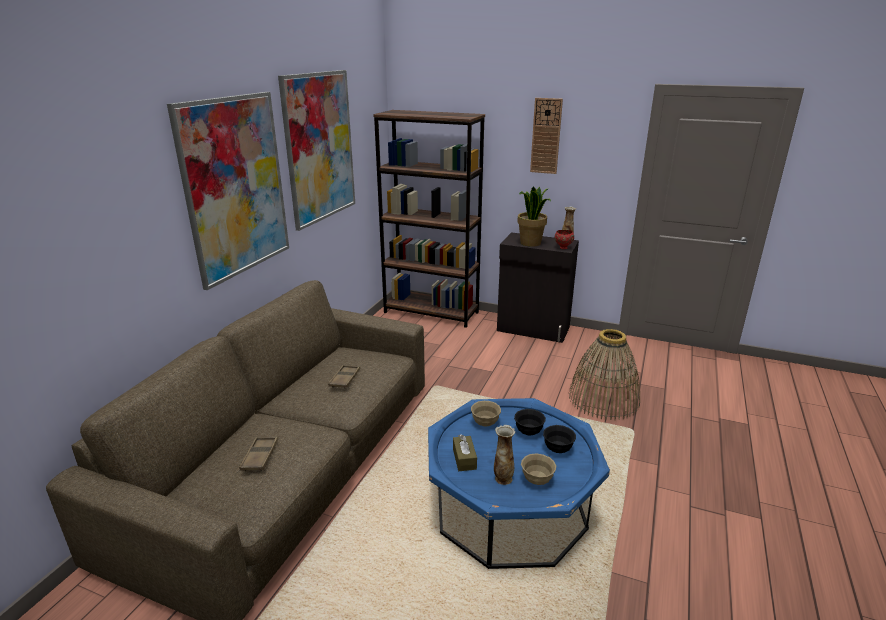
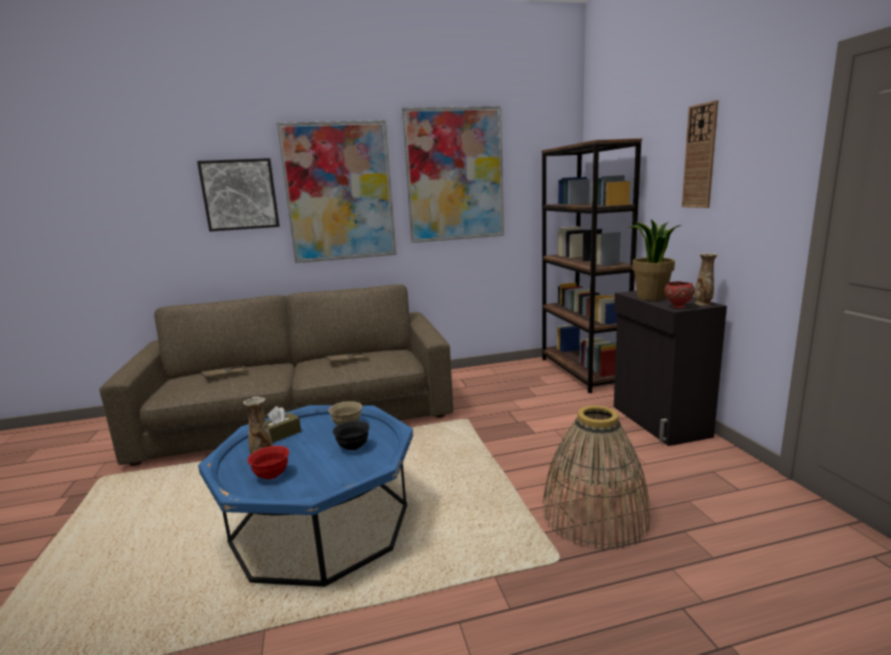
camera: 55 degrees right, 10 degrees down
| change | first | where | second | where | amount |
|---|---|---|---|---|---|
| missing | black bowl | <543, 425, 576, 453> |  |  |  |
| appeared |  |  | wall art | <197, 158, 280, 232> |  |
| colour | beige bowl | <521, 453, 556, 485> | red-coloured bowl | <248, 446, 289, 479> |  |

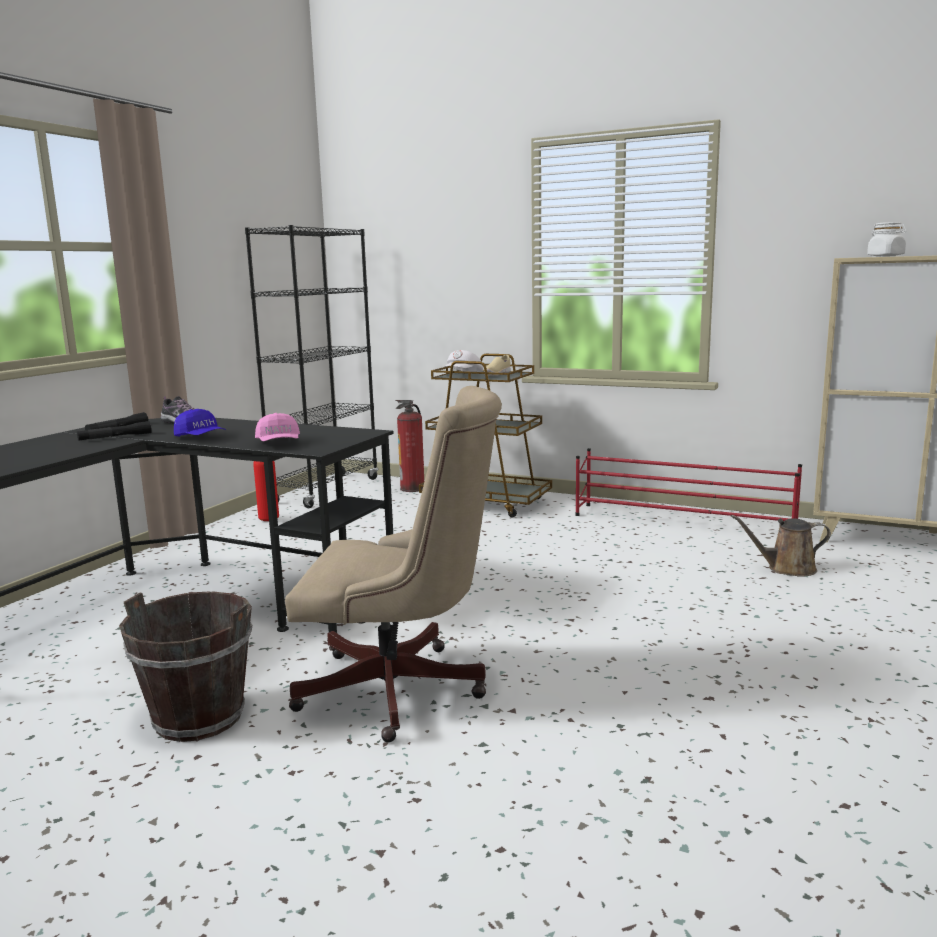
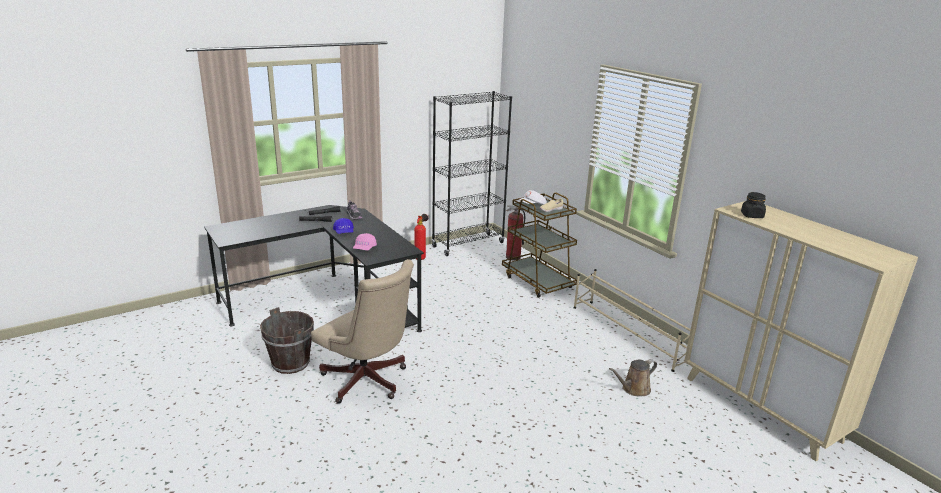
camera: 30 degrees right, 10 degrees up
| change | first | where | second | where | amount |
|---|---|---|---|---|---|
| colour | red-coloured shoe rack | <575, 448, 802, 521> | beige shoe rack | <574, 269, 691, 372> |  |
| colour | white storage jar | <867, 222, 907, 257> | black storage jar | <741, 192, 766, 218> |  |
| spun | brownish watering pot | <731, 515, 831, 577> |  | <609, 359, 657, 396> | 60 degrees counterclockwise |

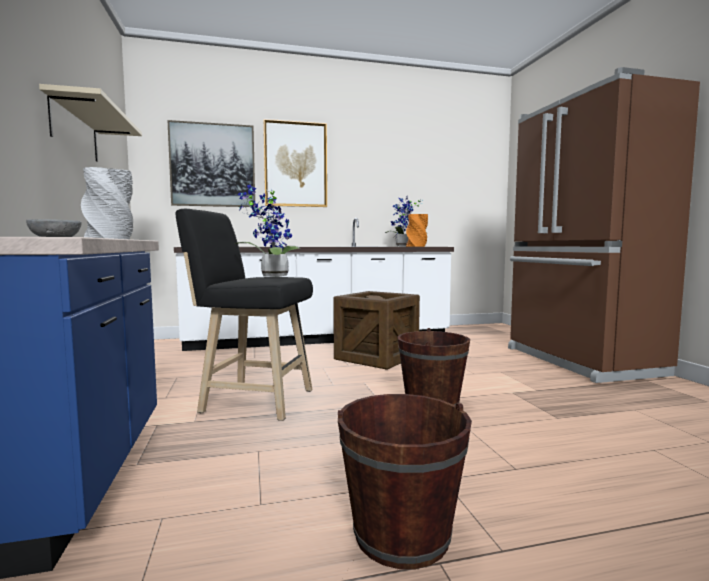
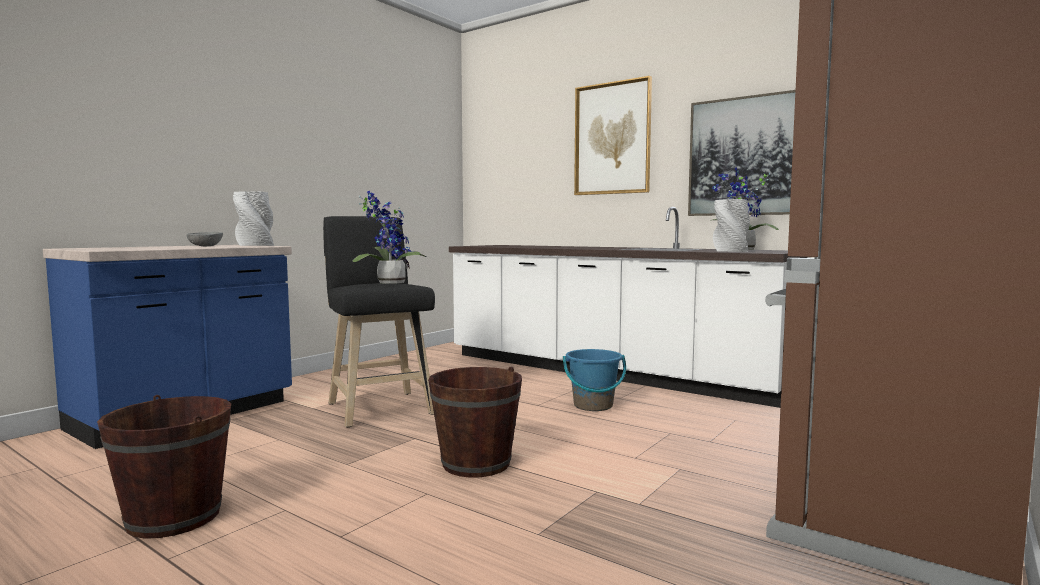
camera: 50 degrees right, 0 degrees up
| change | first | where | second | where | amount |
|---|---|---|---|---|---|
| missing | beige shelf | <39, 84, 142, 162> |  |  |  |
| relocated | wall art | <167, 120, 255, 207> |  | <688, 90, 796, 216> |  |
| exchanged | packing crate | <333, 291, 420, 370> | bluish bucket | <563, 349, 626, 411> |  |
| colour | orangey vase | <406, 214, 428, 247> | grey vase | <713, 199, 750, 252> |  |

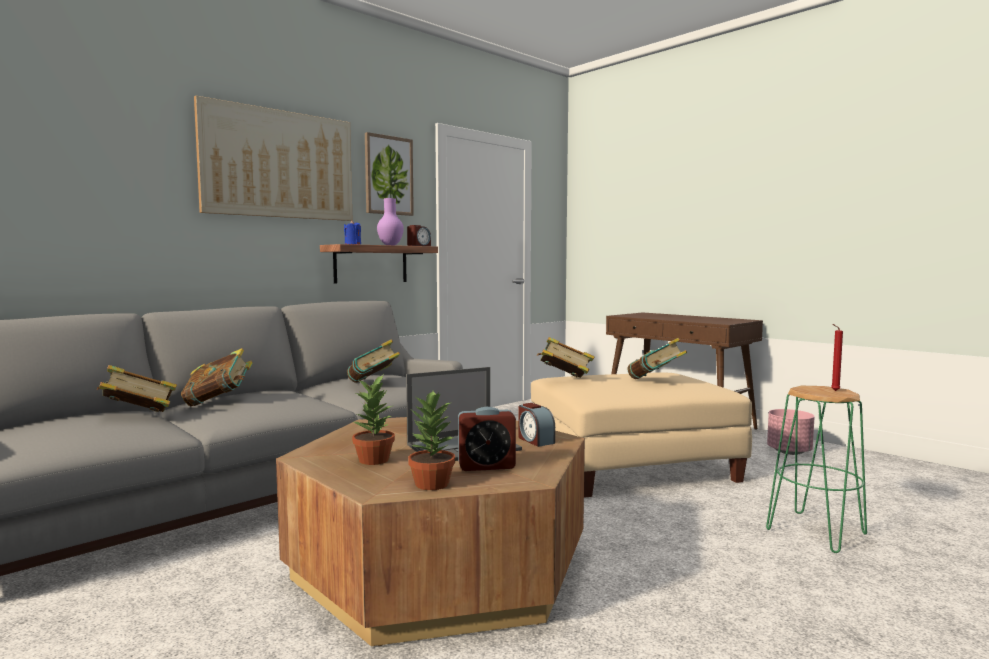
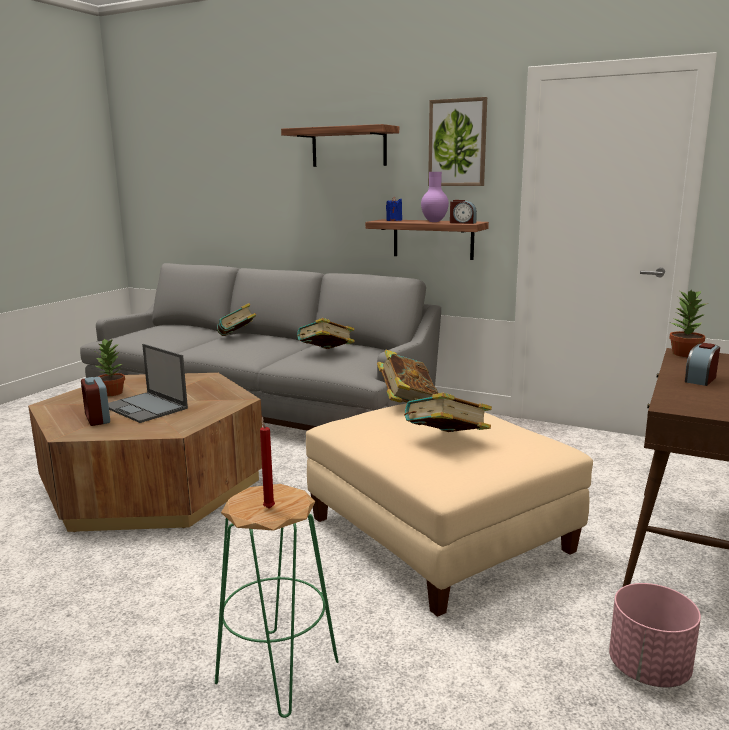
camera: 70 degrees right, 10 degrees up
| change | first | where | second | where | amount |
|---|---|---|---|---|---|
| missing | bound book | <97, 365, 177, 412> |  |  |  |
| relocated | houseplant | <408, 391, 455, 490> |  | <669, 290, 708, 357> |  |
| relocated | table clock | <518, 403, 555, 447> |  | <685, 343, 720, 386> |  |
| exchanged | wall art | <194, 96, 353, 221> | shelf | <281, 124, 399, 167> |  |

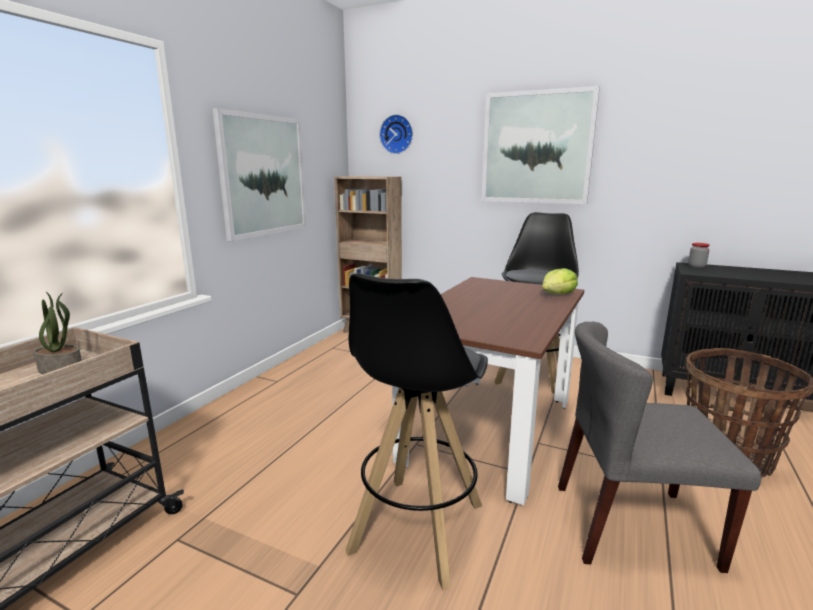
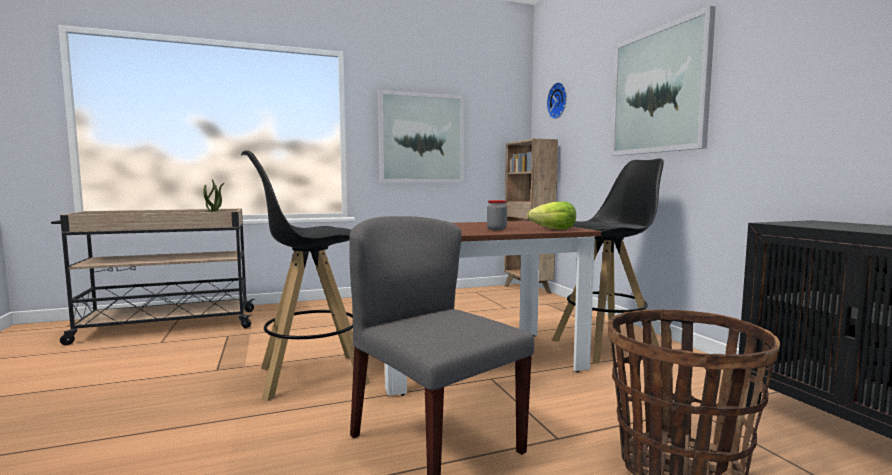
camera: 45 degrees right, 10 degrees down
| change | first | where | second | where | amount |
|---|---|---|---|---|---|
| relocated | storage jar | <688, 243, 710, 268> |  | <487, 200, 507, 230> |  |

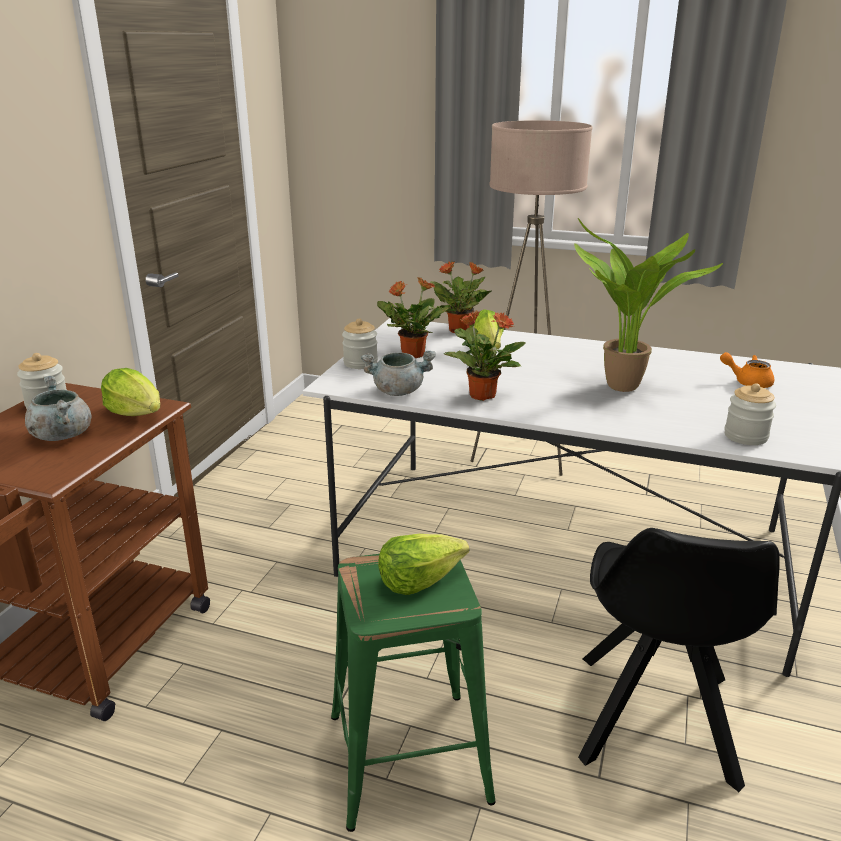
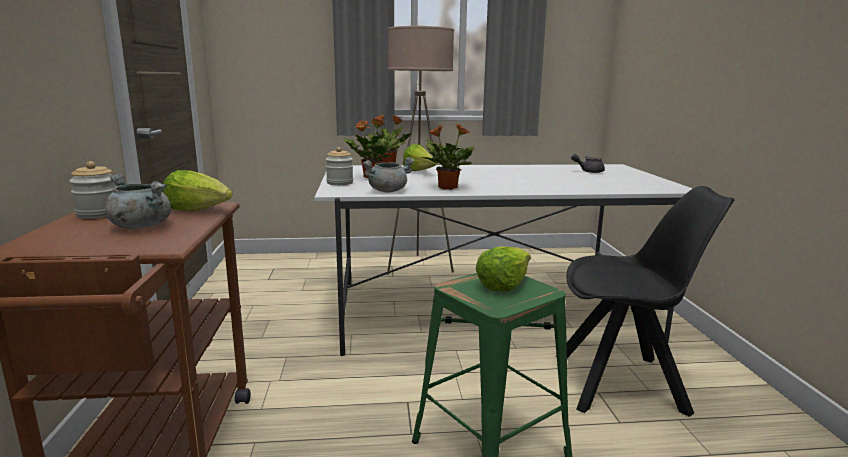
camera: 25 degrees left, 10 degrees down
| change | first | where | second | where | amount |
|---|---|---|---|---|---|
| missing | houseplant | <574, 218, 723, 392> |  |  |  |
| missing | storage jar | <724, 383, 776, 445> |  |  |  |
| colour | orangey tea pot | <720, 352, 774, 388> | grey tea pot | <571, 154, 605, 173> |  |
| spun | black plain chair | <578, 528, 780, 792> |  | <556, 186, 735, 417> | 75 degrees counterclockwise |

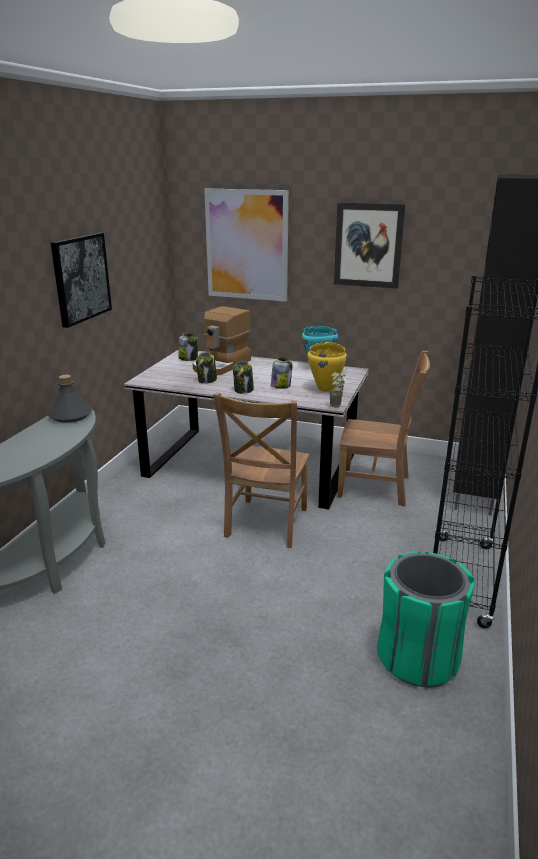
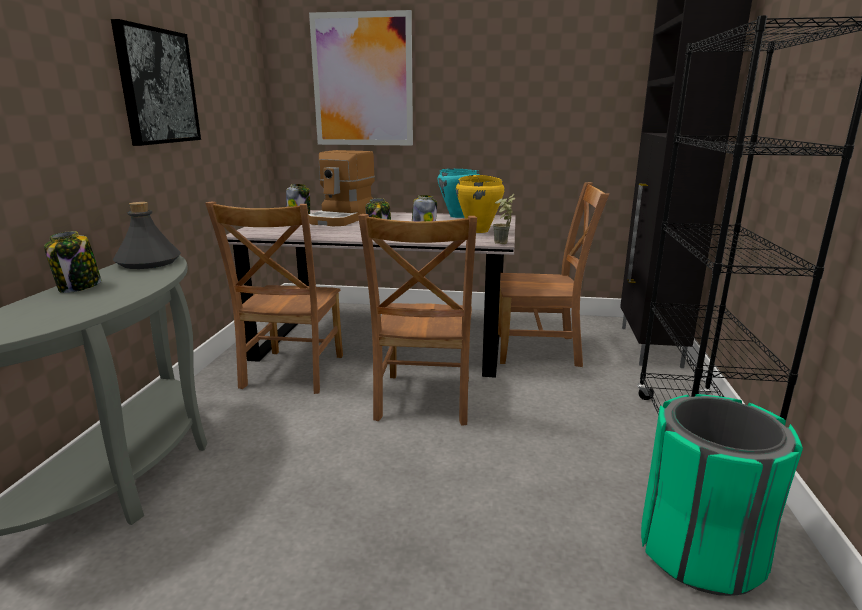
camera: 10 degrees left, 5 degrees down
| change | first | where | second | where | amount |
|---|---|---|---|---|---|
| missing | wall art | <334, 202, 406, 289> |  |  |  |
| appeared |  |  | brownish plain chair | <205, 202, 343, 394> |  |
| relocated | storage jar | <196, 352, 217, 384> |  | <44, 231, 102, 293> |  |

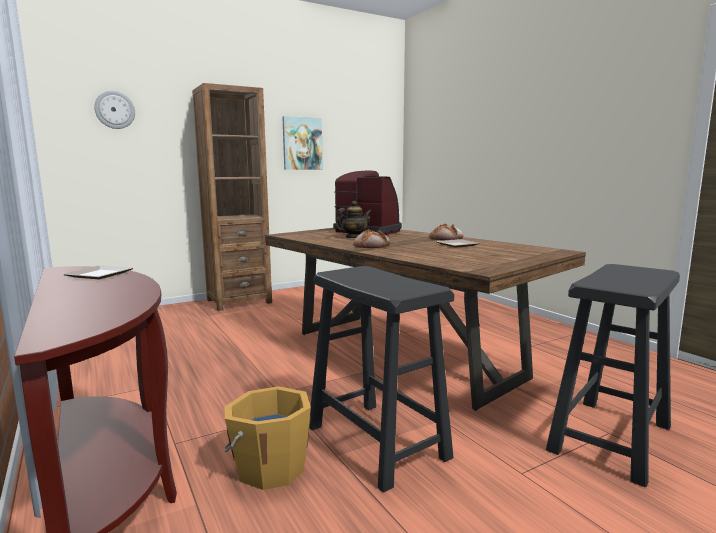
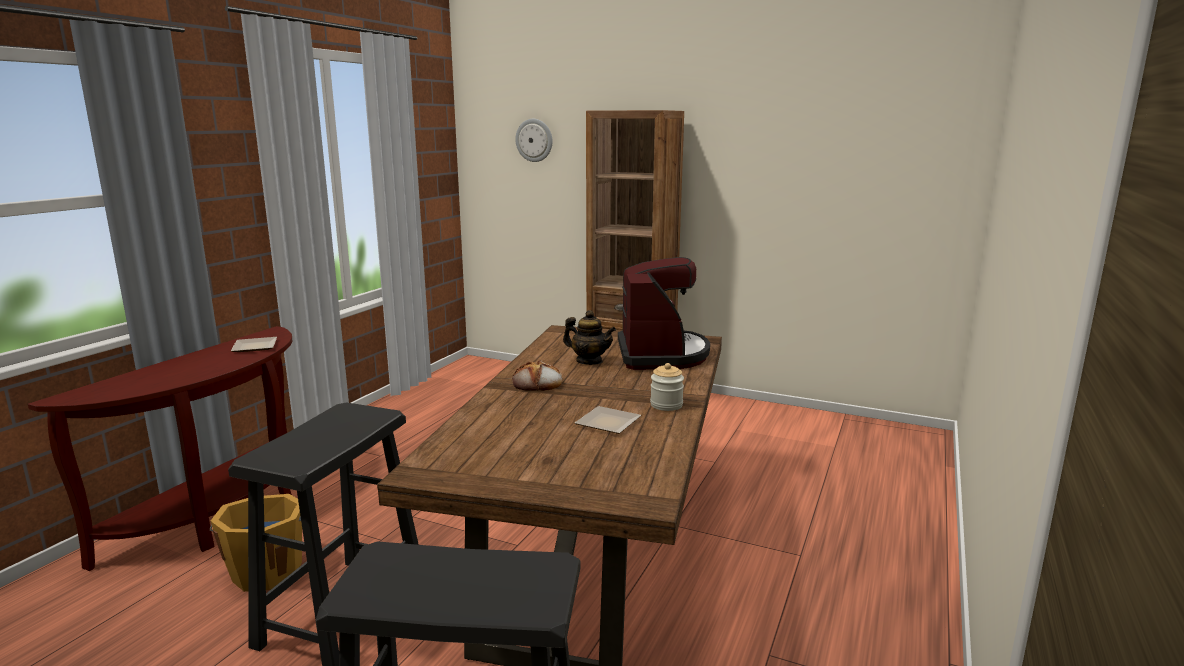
camera: 55 degrees right, 5 degrees up
| change | first | where | second | where | amount |
|---|---|---|---|---|---|
| missing | wall art | <282, 116, 323, 170> |  |  |  |
| exchanged | baked bread | <429, 224, 464, 240> | storage jar | <650, 363, 684, 411> |  |

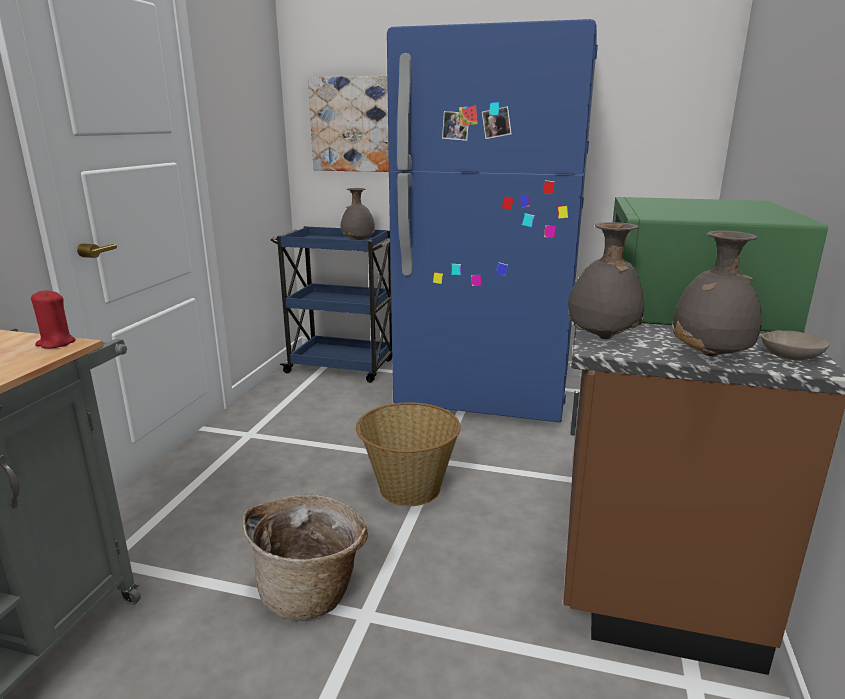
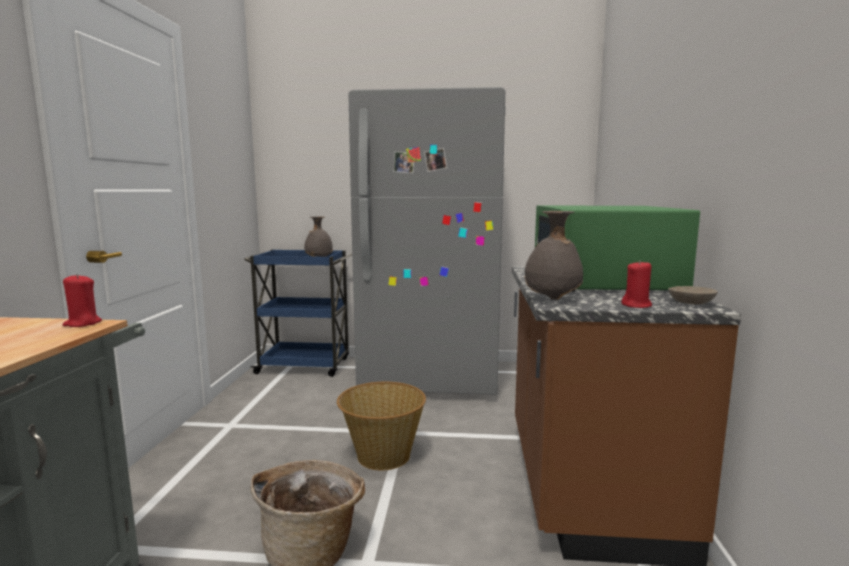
camera: 10 degrees left, 10 degrees down
| change | first | where | second | where | amount |
|---|---|---|---|---|---|
| missing | wall art | <308, 76, 389, 172> |  |  |  |
| exchanged | grey vase | <672, 231, 762, 357> | red-coloured wax light | <621, 260, 652, 308> |  |
| colour | bluish refrigerator | <387, 19, 598, 422> | grey refrigerator | <348, 87, 505, 395> |  |

